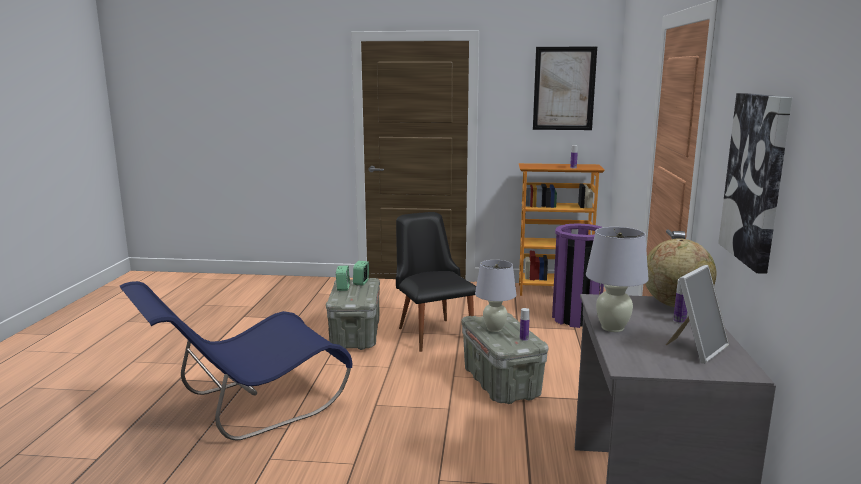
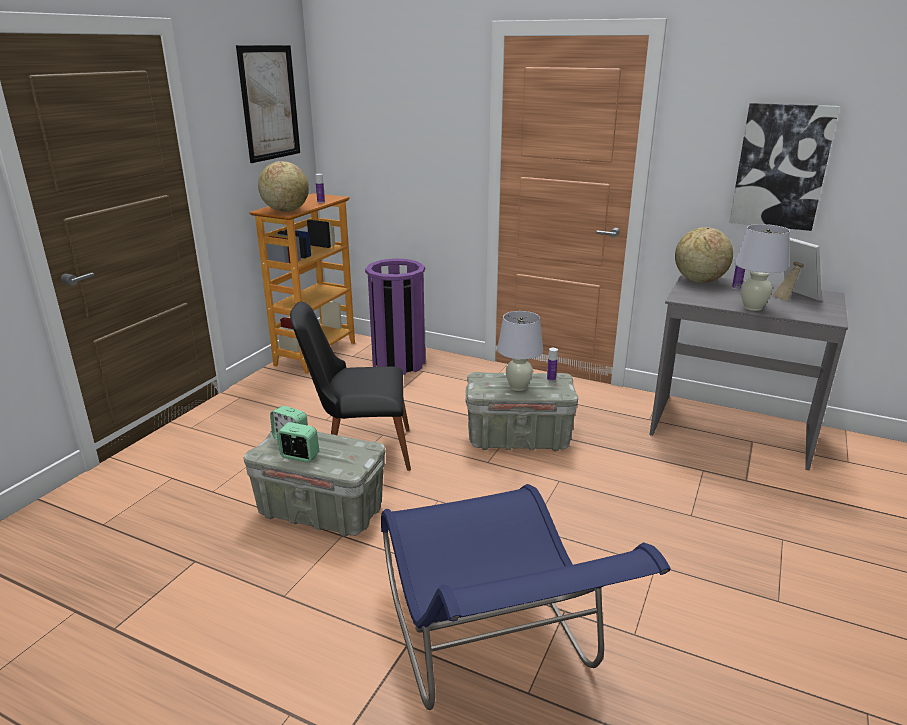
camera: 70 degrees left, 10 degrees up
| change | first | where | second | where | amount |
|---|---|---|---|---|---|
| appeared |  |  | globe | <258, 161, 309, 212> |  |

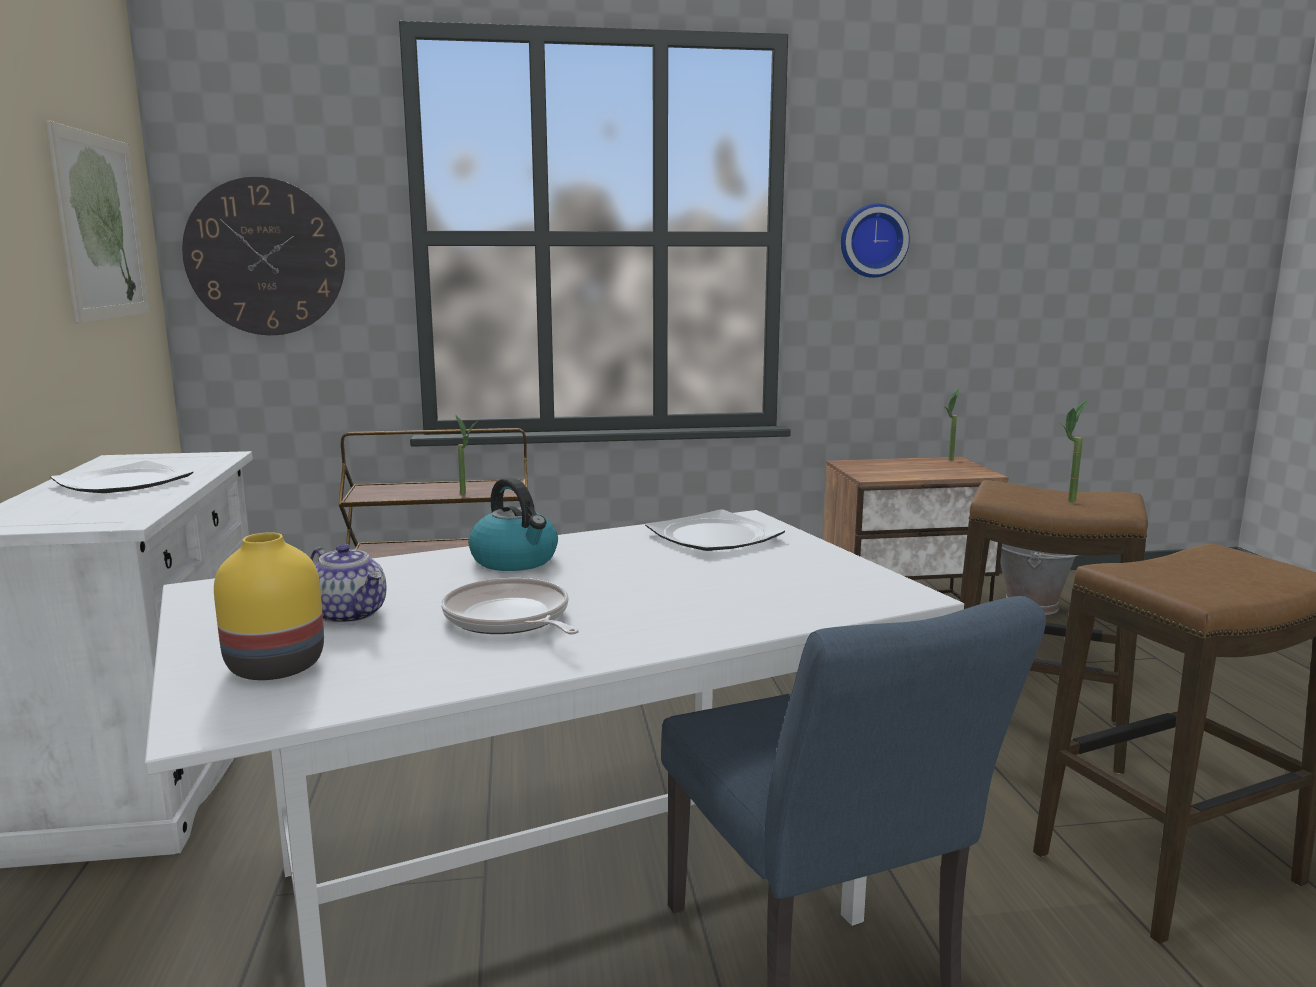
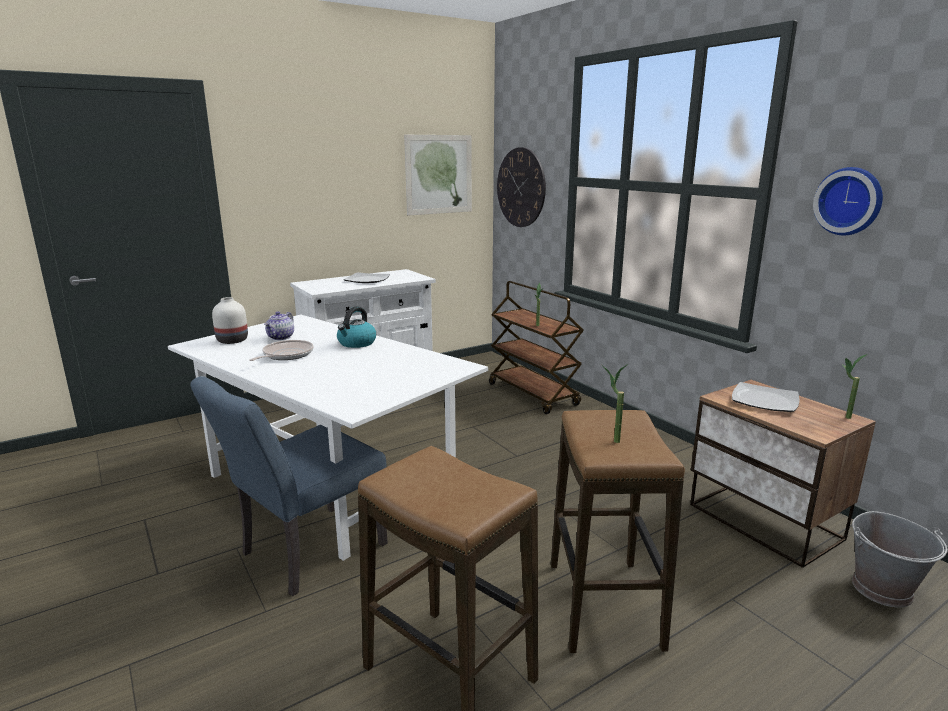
camera: 65 degrees right, 5 degrees up
| change | first | where | second | where | amount |
|---|---|---|---|---|---|
| relocated | flat dish | <645, 509, 785, 551> |  | <732, 382, 800, 412> |  |
| colour | yellow vase | <214, 532, 324, 680> | white vase | <212, 297, 248, 344> |  |

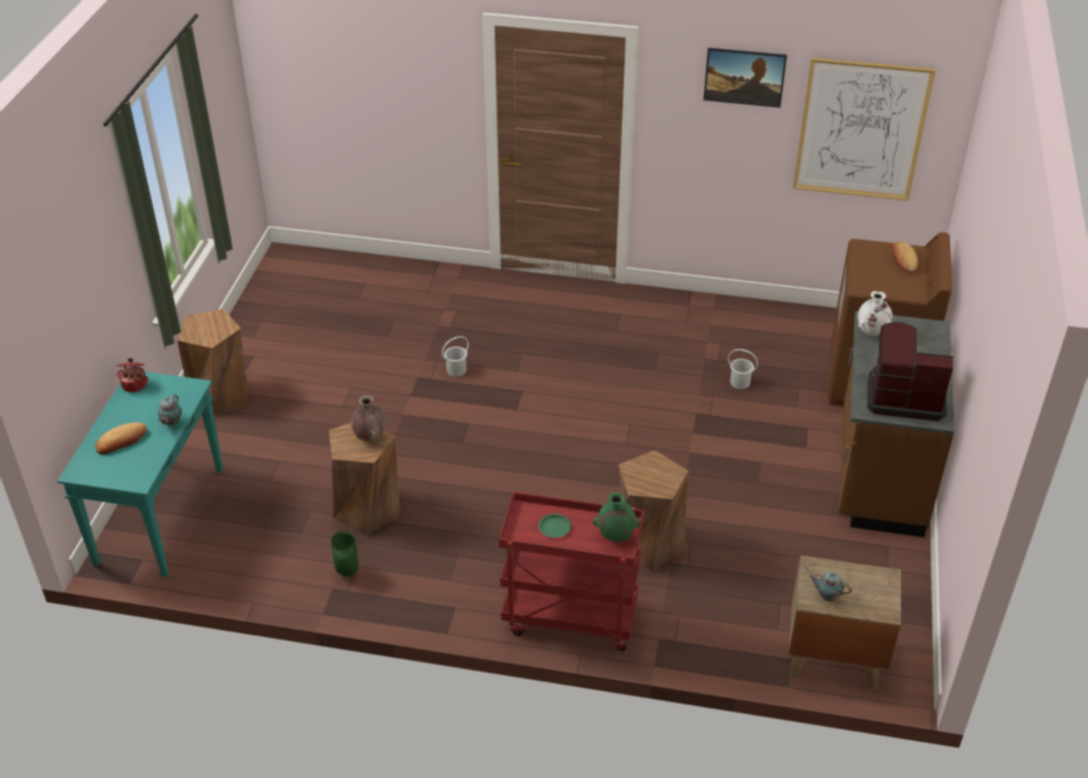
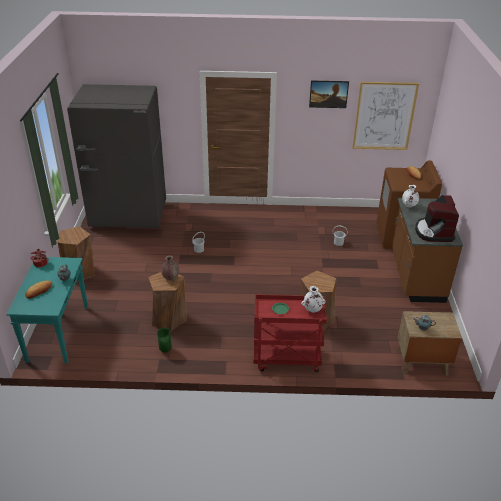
camera: 10 degrees left, 5 degrees down
| change | first | where | second | where | amount |
|---|---|---|---|---|---|
| appeared |  |  | grey refrigerator | <67, 84, 166, 228> |  |
| colour | greenish vase | <593, 492, 640, 542> | white vase | <301, 286, 326, 313> |  |
| spun | coffee maker | <867, 322, 953, 421> |  | <415, 195, 459, 242> | 90 degrees counterclockwise |

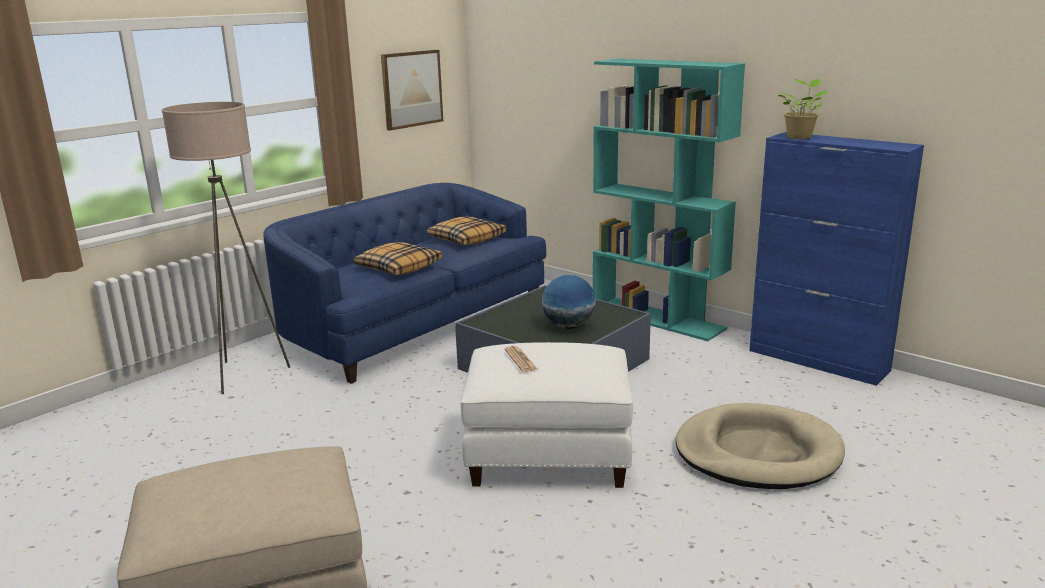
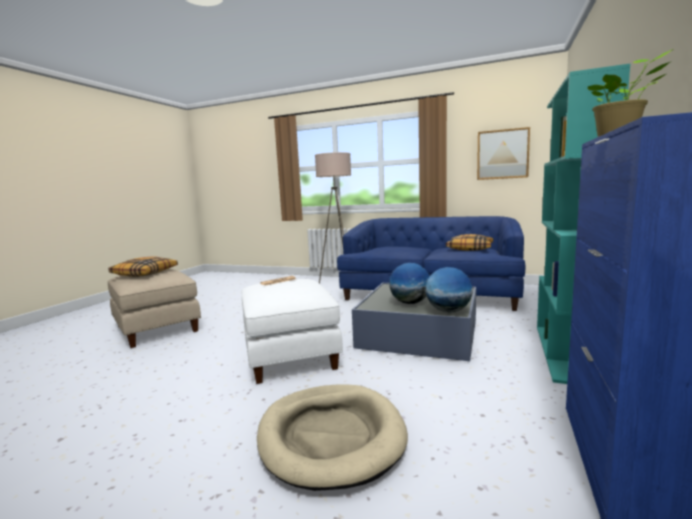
camera: 70 degrees right, 10 degrees down
| change | first | where | second | where | amount |
|---|---|---|---|---|---|
| appeared |  |  | globe | <426, 267, 473, 313> |  |
| relocated | throw pillow | <354, 242, 442, 275> |  | <108, 256, 178, 277> |  |

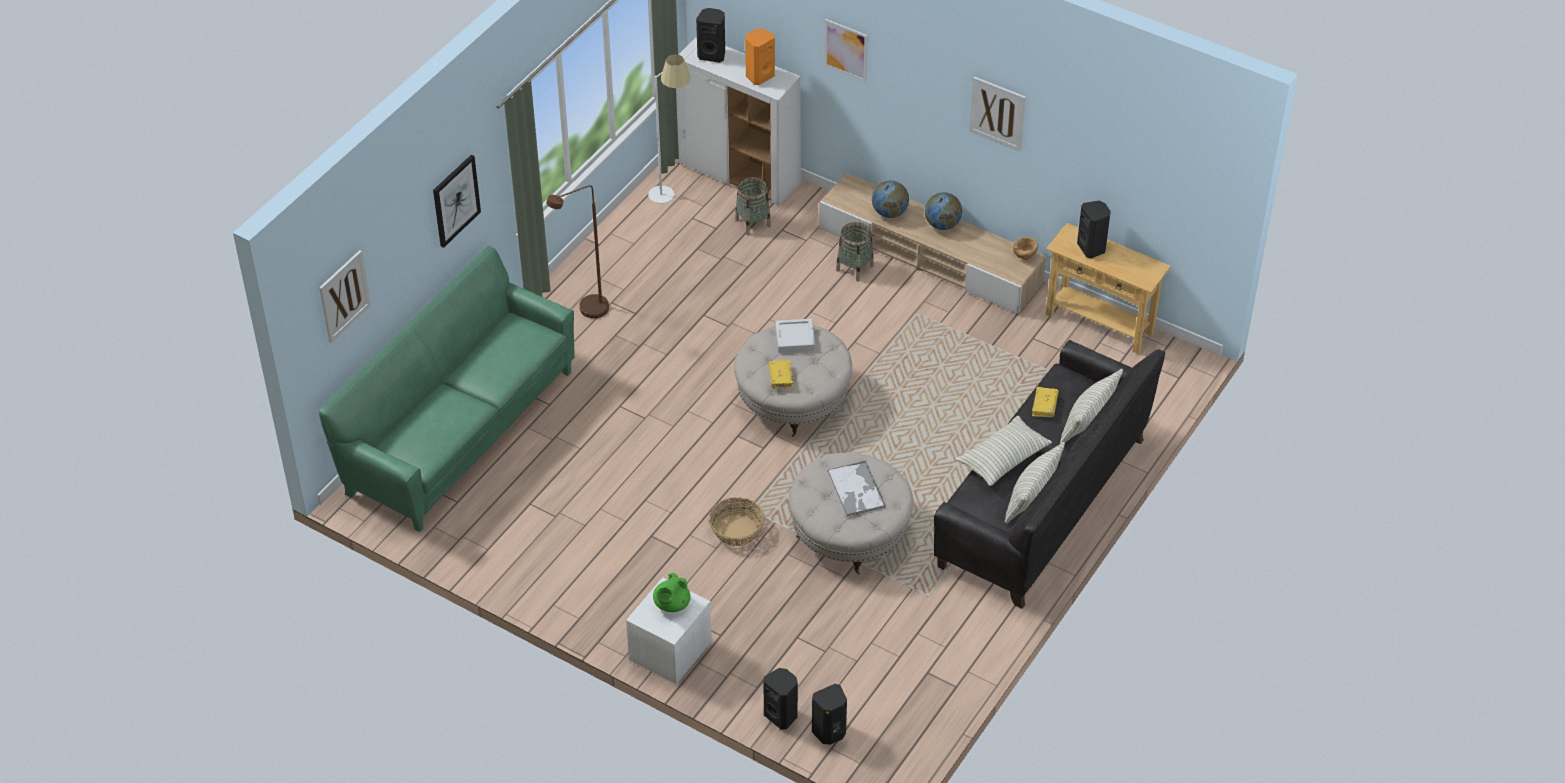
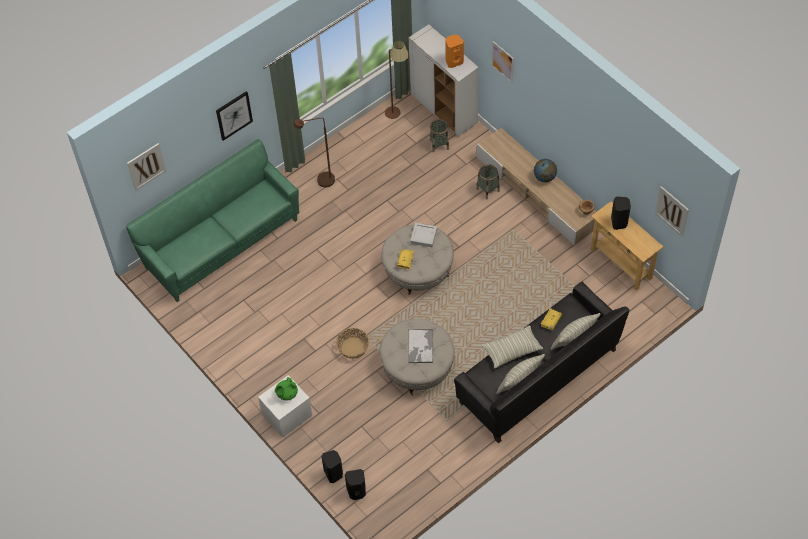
camera: 20 degrees right, 10 degrees up
| change | first | where | second | where | amount |
|---|---|---|---|---|---|
| missing | black loudspeaker | <696, 8, 725, 63> |  |  |  |
| missing | globe | <872, 181, 909, 218> |  |  |  |
| relocated | wall art | <969, 76, 1026, 151> |  | <655, 186, 689, 237> |  |
| colour | white floor lamp | <648, 54, 691, 204> | brownish floor lamp | <385, 41, 409, 119> |  |

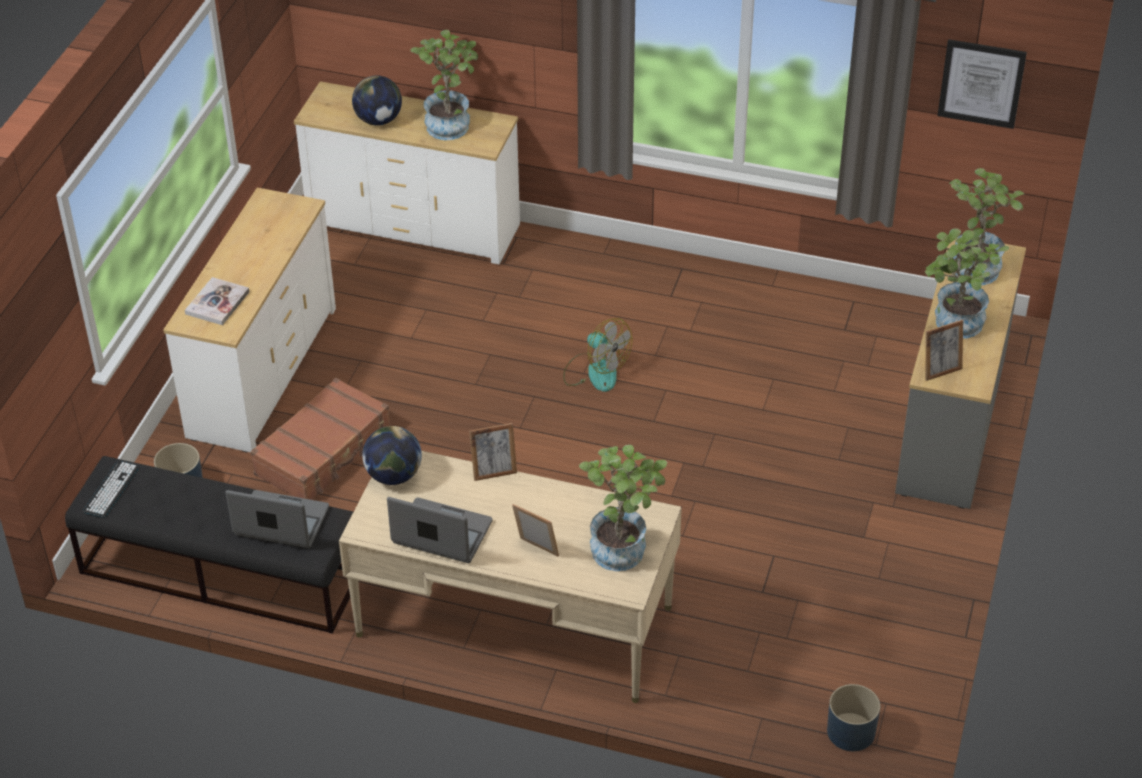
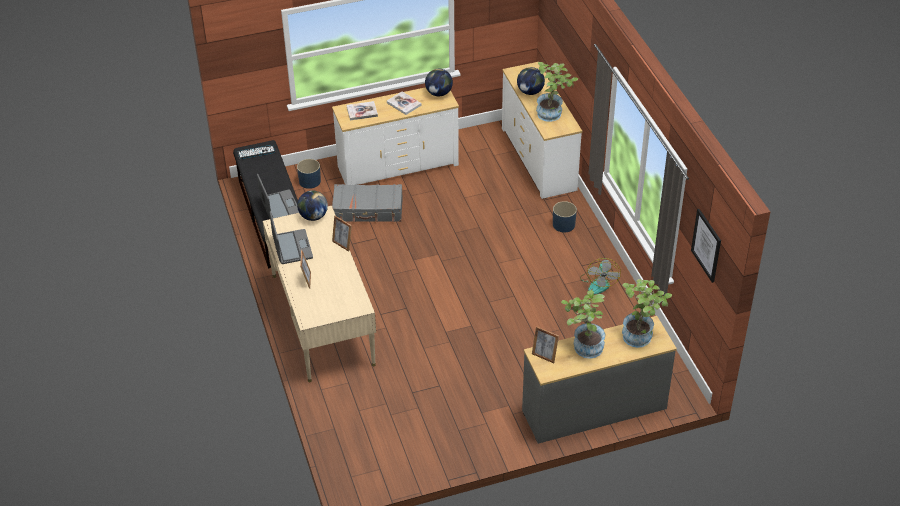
camera: 55 degrees right, 0 degrees up
| change | first | where | second | where | amount |
|---|---|---|---|---|---|
| missing | houseplant | <579, 445, 667, 571> |  |  |  |
| appeared |  |  | bound book | <387, 91, 422, 115> |  |
| appeared |  |  | globe | <425, 69, 453, 96> |  |
| relocated | fan | <563, 318, 632, 392> |  | <580, 258, 621, 294> |  |
| relocated | bluish plant pot | <827, 684, 880, 751> |  | <553, 201, 577, 232> |  |
| colour | brownish suitcase | <250, 378, 391, 500> | grey suitcase | <332, 184, 403, 222> |  |

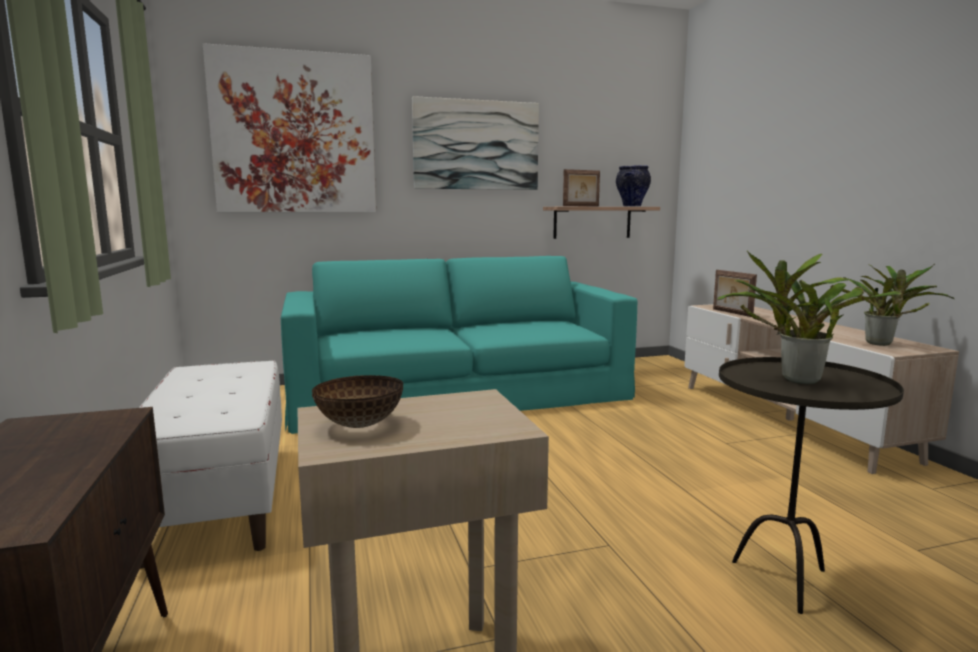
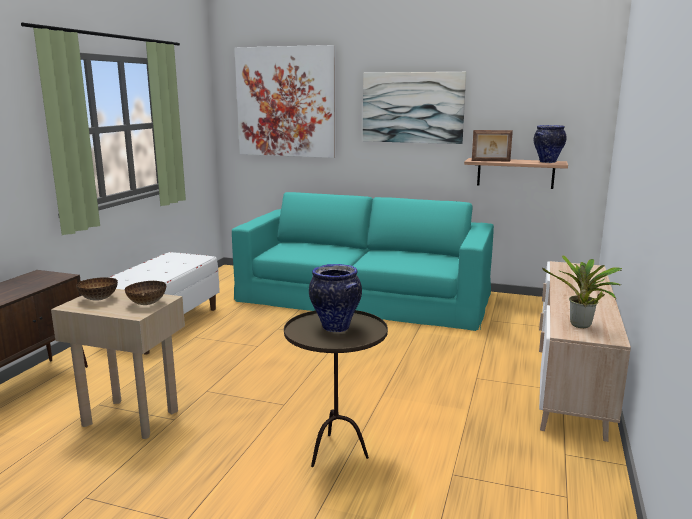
camera: 35 degrees right, 5 degrees up
| change | first | where | second | where | amount |
|---|---|---|---|---|---|
| missing | picture frame | <713, 270, 757, 317> |  |  |  |
| appeared |  |  | bowl | <124, 281, 166, 305> |  |
| exchanged | houseplant | <717, 251, 901, 384> | vase | <309, 264, 362, 332> |  |

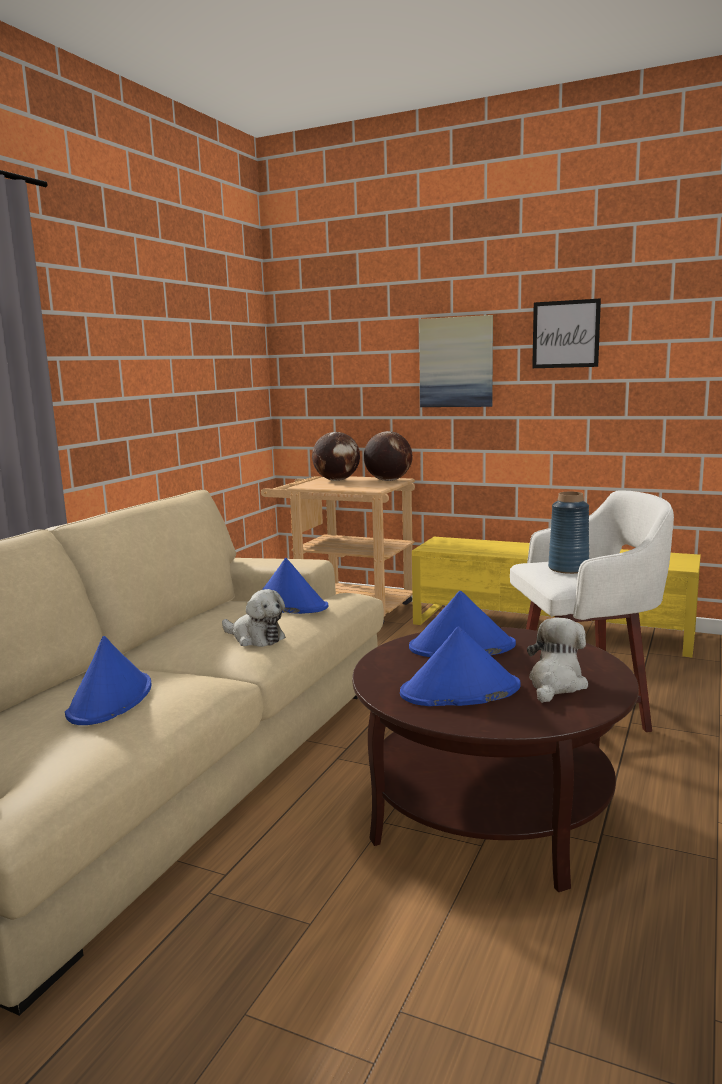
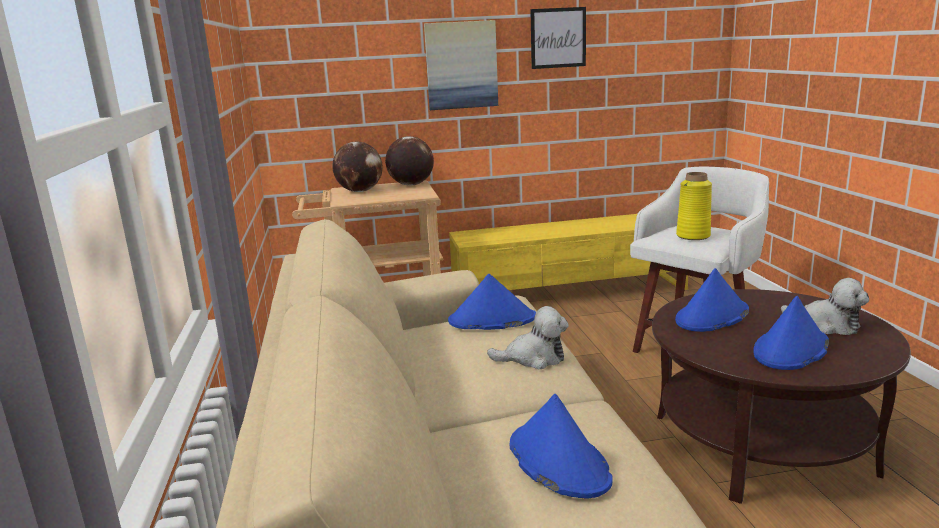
camera: 35 degrees left, 5 degrees up
| change | first | where | second | where | amount |
|---|---|---|---|---|---|
| colour | bluish vase | <548, 492, 589, 574> | yellow vase | <676, 172, 712, 240> |  |
| spun | cuddly toy | <527, 617, 588, 703> |  | <781, 278, 869, 335> | 135 degrees clockwise |

